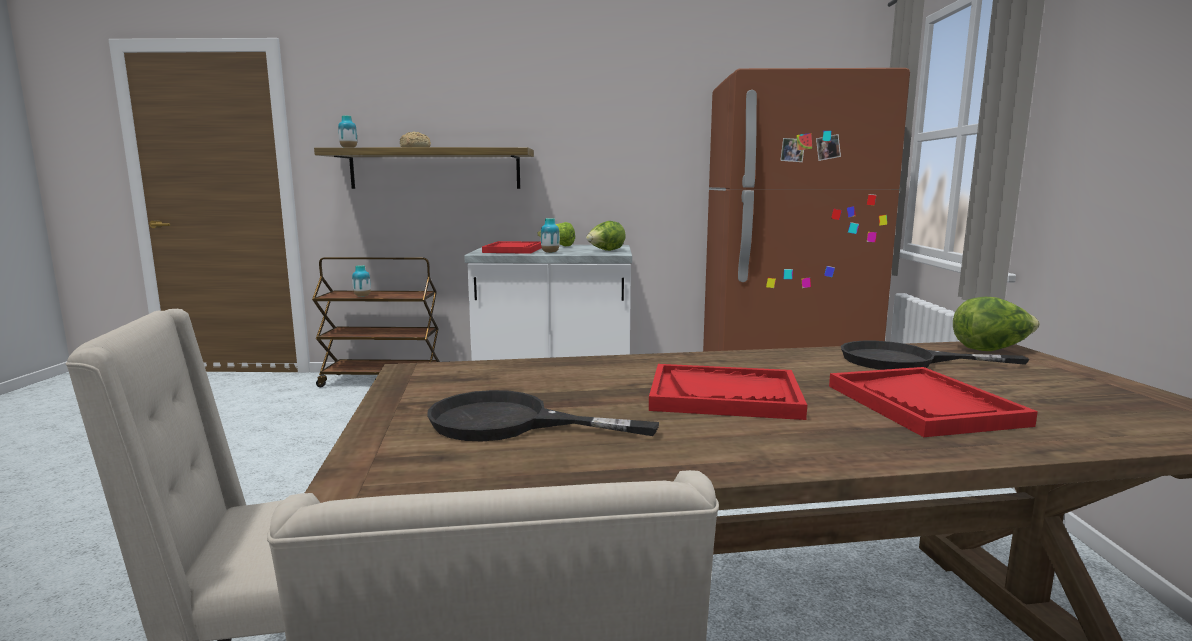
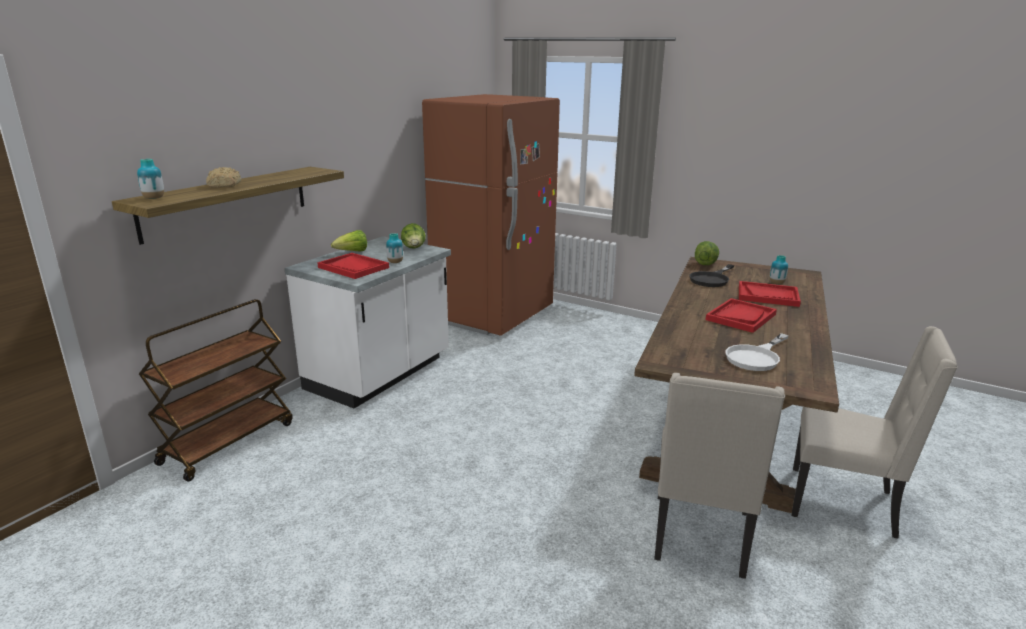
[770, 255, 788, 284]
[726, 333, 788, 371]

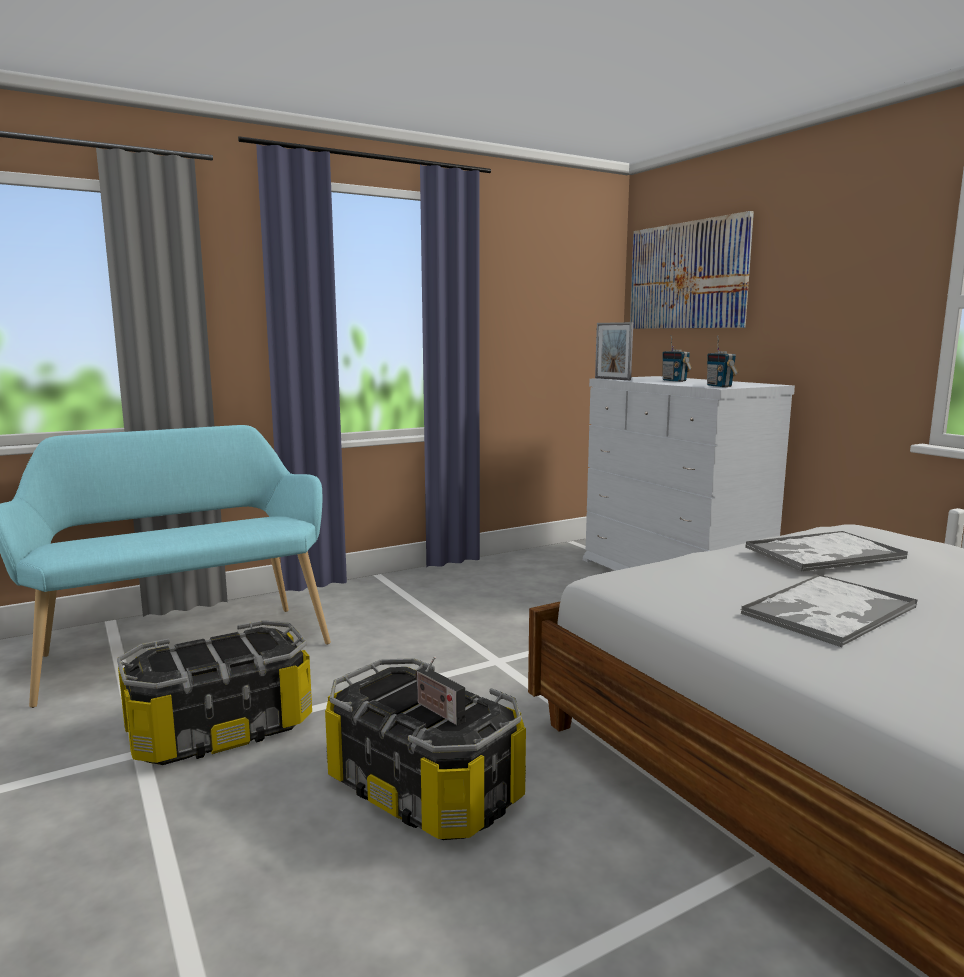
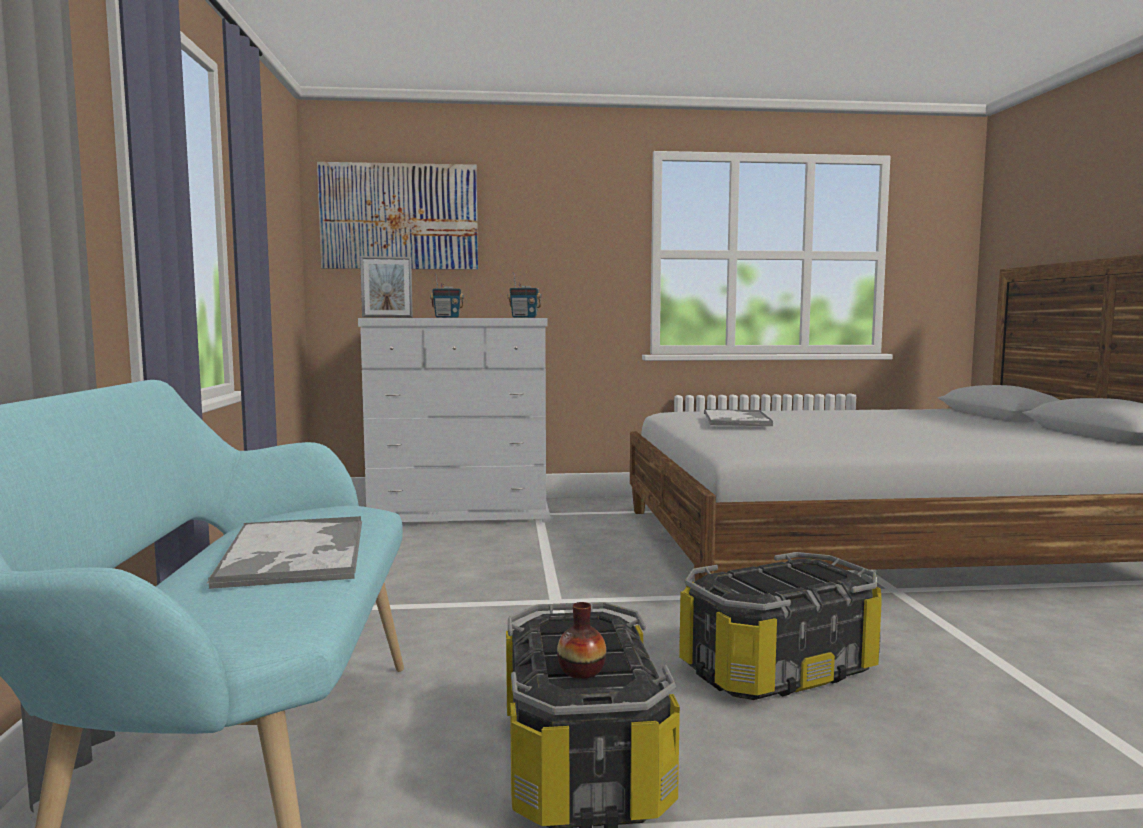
[415, 657, 465, 725] (first image)
[206, 516, 362, 589]
[557, 602, 606, 679]

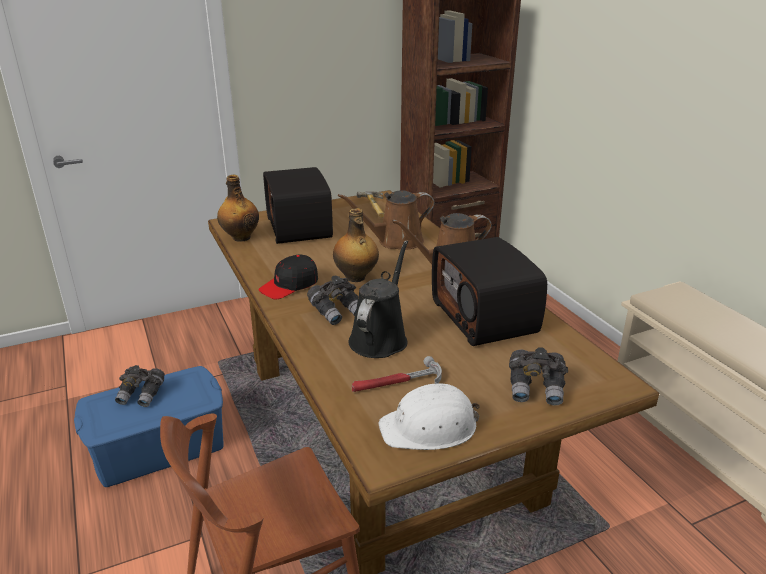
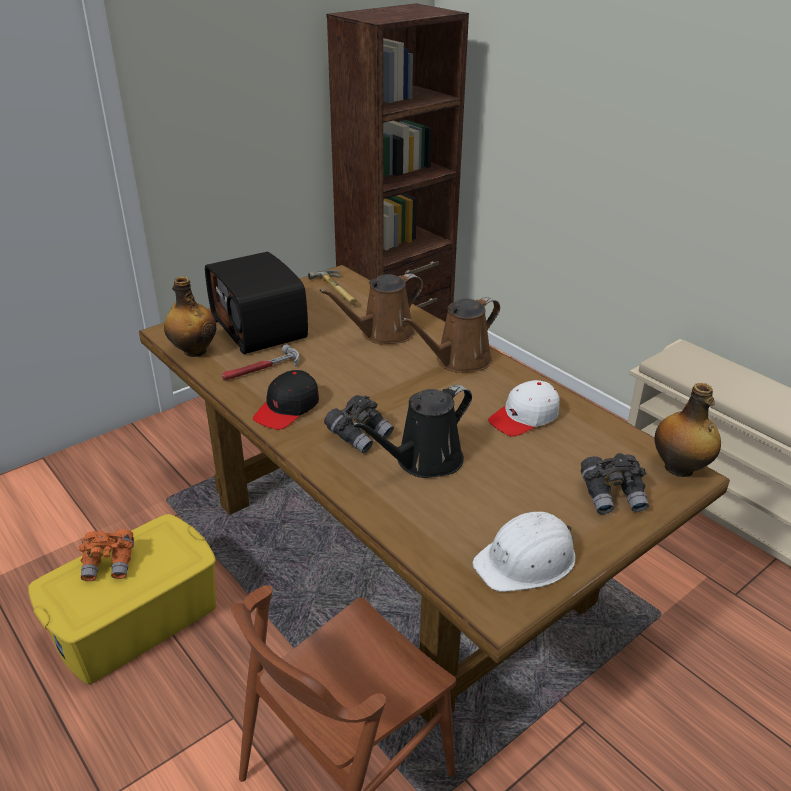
[28, 514, 216, 684]
[78, 529, 134, 581]
[654, 383, 721, 477]
[351, 385, 472, 478]
[222, 344, 299, 381]
[488, 380, 560, 437]

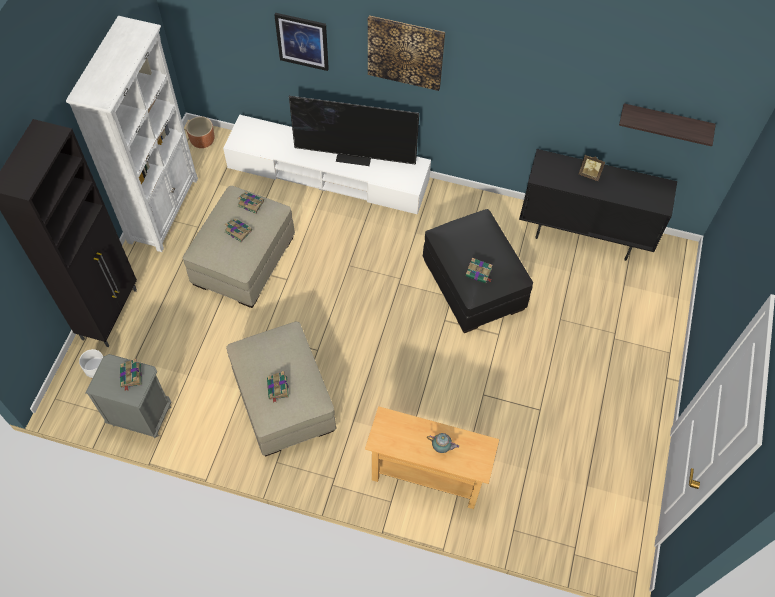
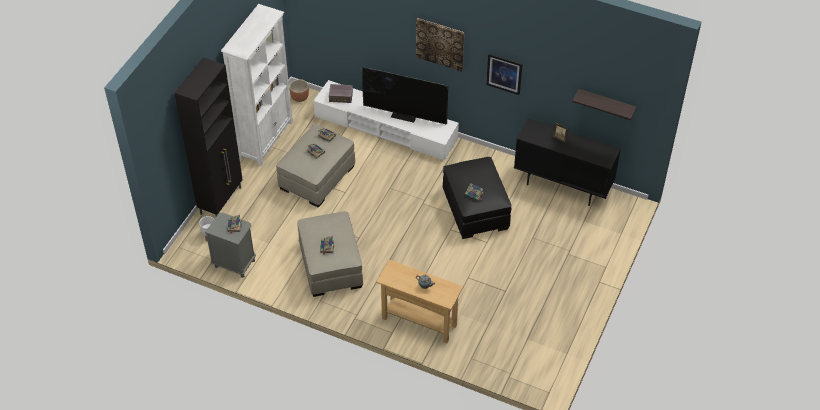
[486, 53, 523, 95]
[329, 84, 353, 103]

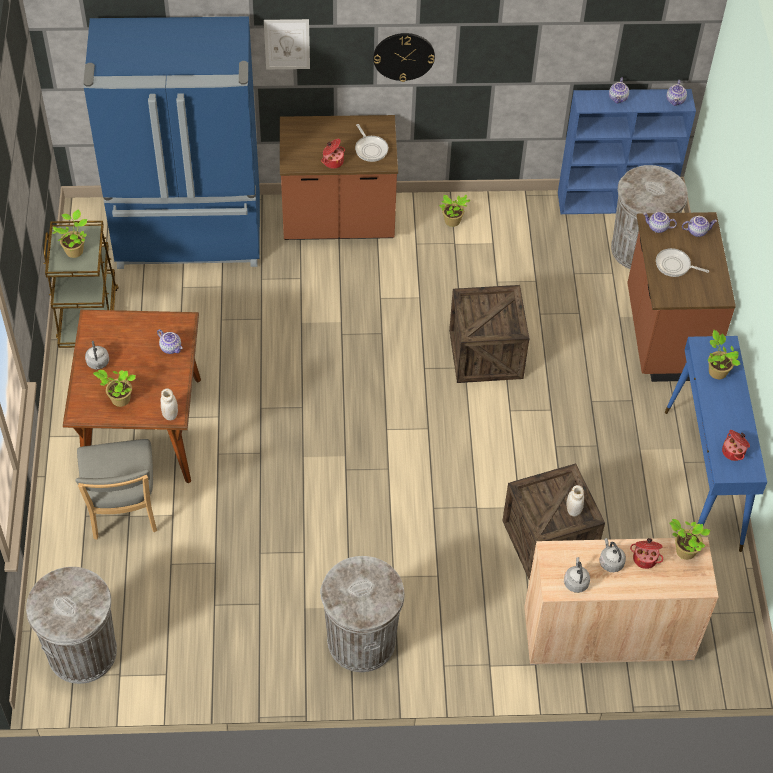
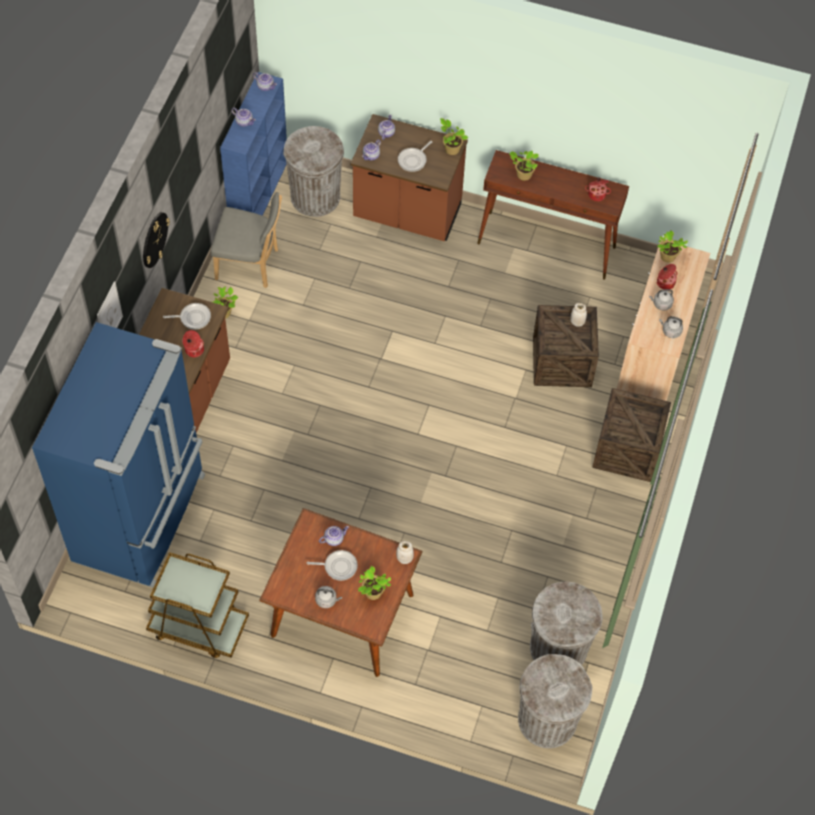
[440, 118, 469, 155]
[211, 192, 282, 288]
[530, 582, 603, 665]
[592, 388, 671, 482]
[477, 150, 629, 280]
[307, 550, 358, 581]

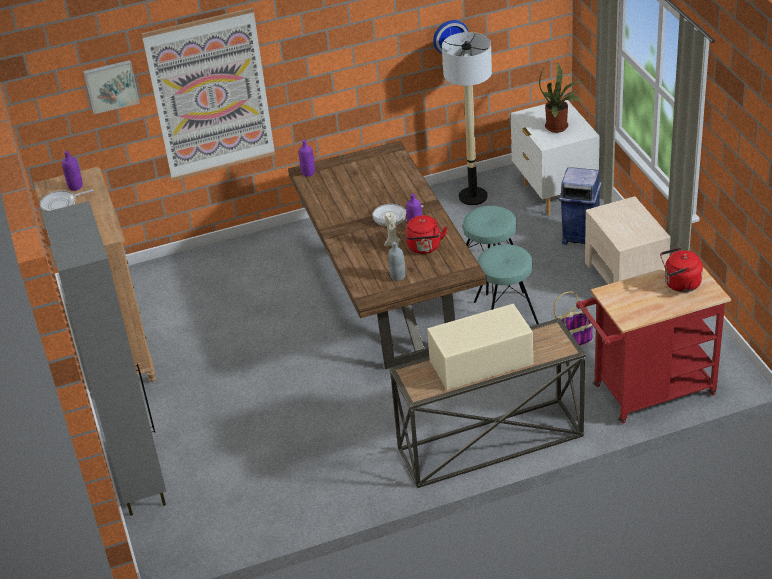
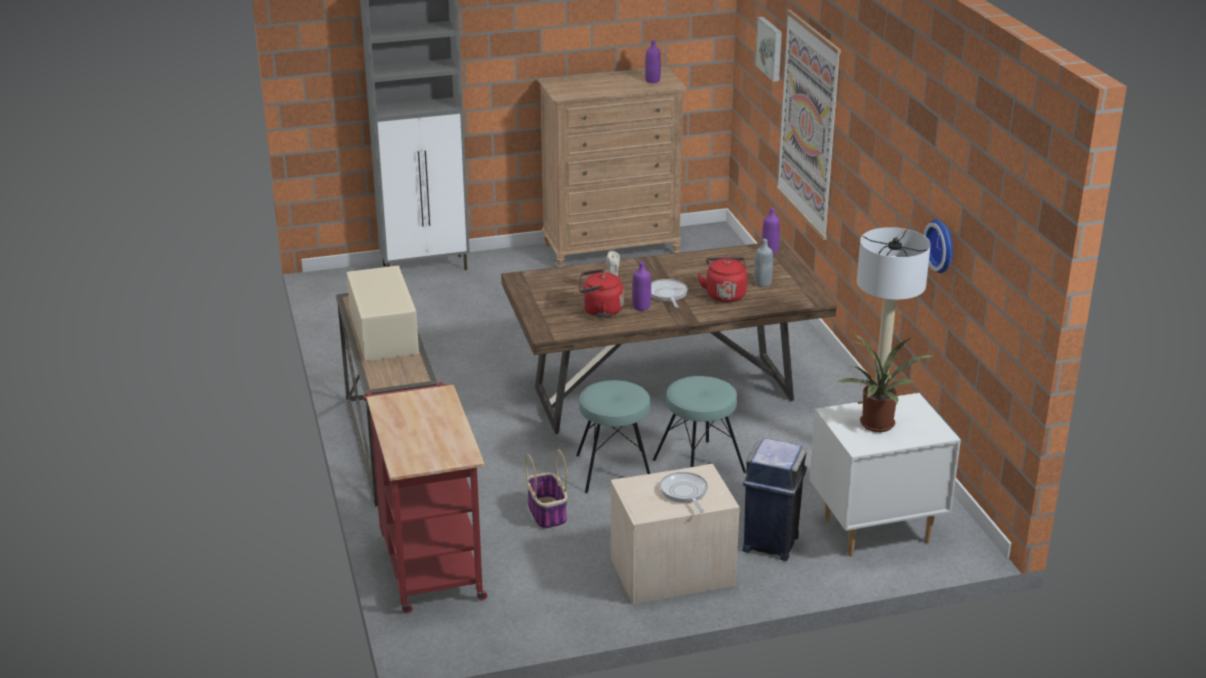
[660, 472, 708, 513]
[754, 239, 773, 287]
[698, 257, 747, 302]

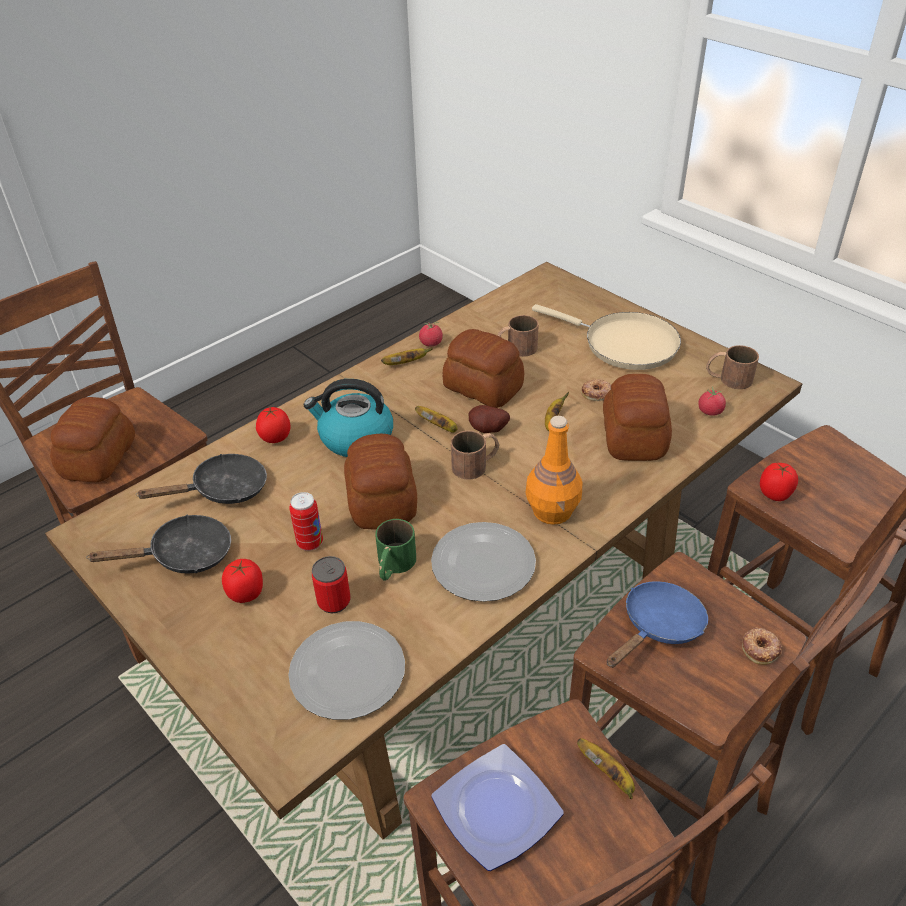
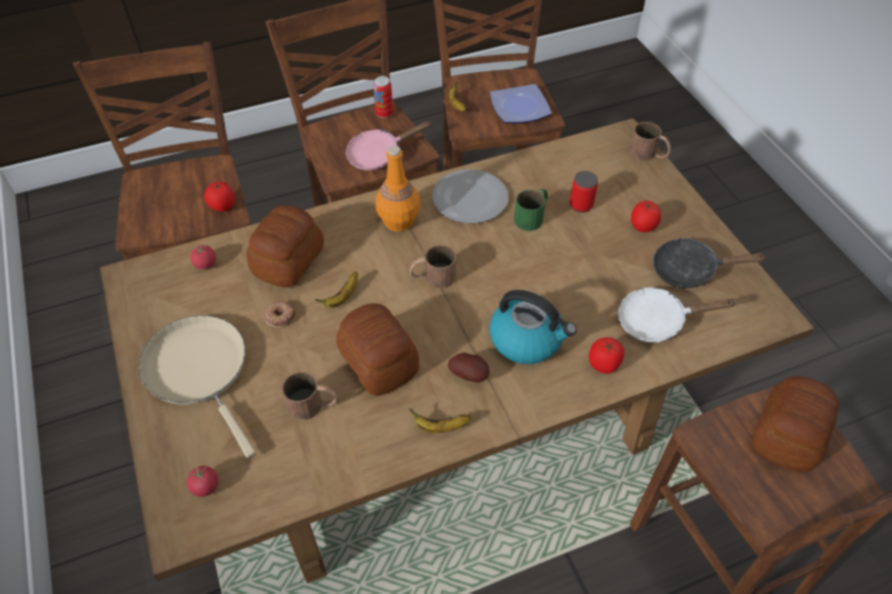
[618, 287, 736, 343]
[288, 621, 405, 720] (first image)
[373, 76, 393, 118]
[344, 434, 417, 530] (first image)
[415, 406, 458, 433] (first image)
[186, 466, 219, 497]
[448, 353, 489, 382]
[345, 121, 432, 171]
[629, 122, 671, 160]
[742, 627, 782, 665] (first image)

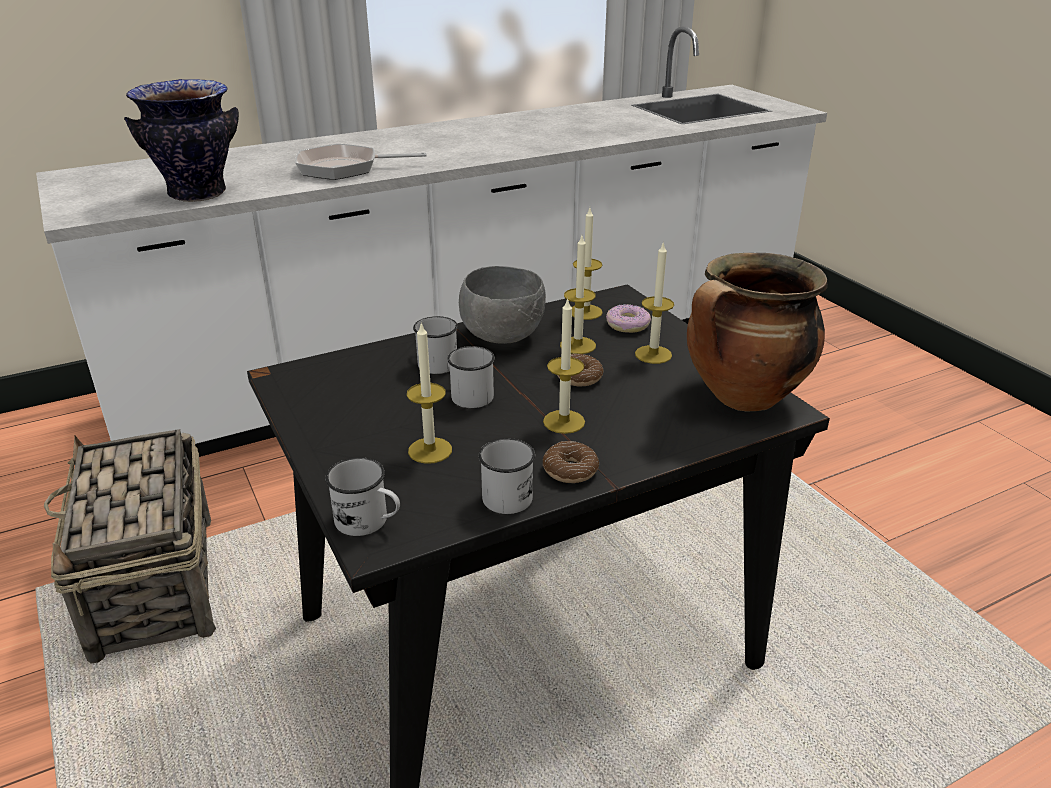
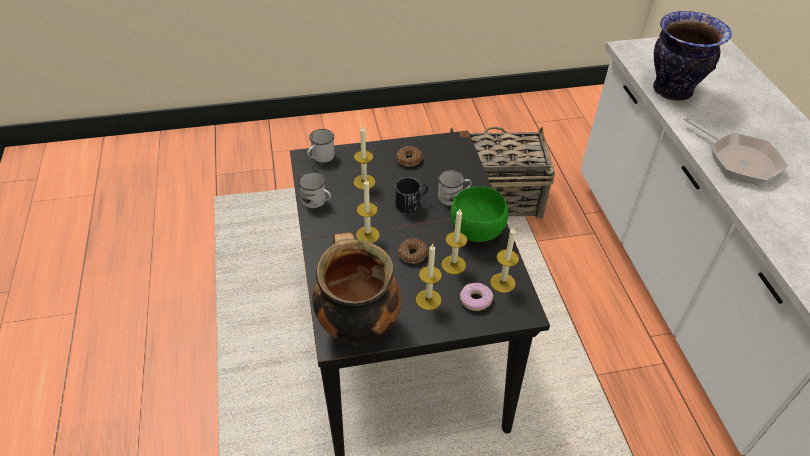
[684, 117, 788, 185]
[395, 177, 428, 213]
[450, 186, 509, 242]
[396, 146, 422, 167]

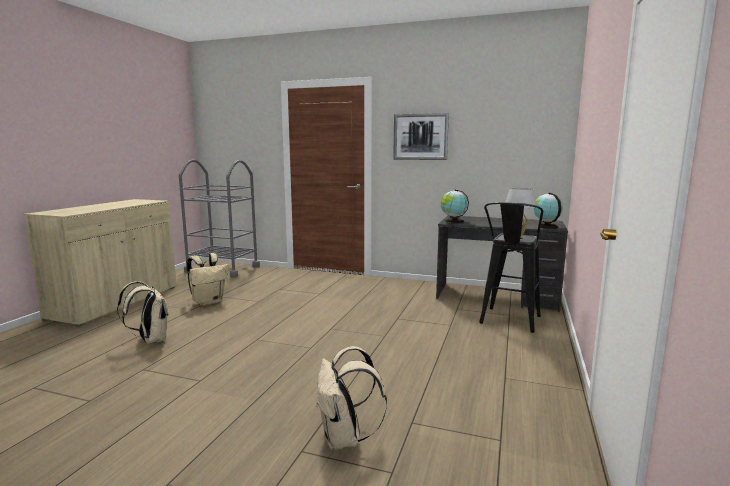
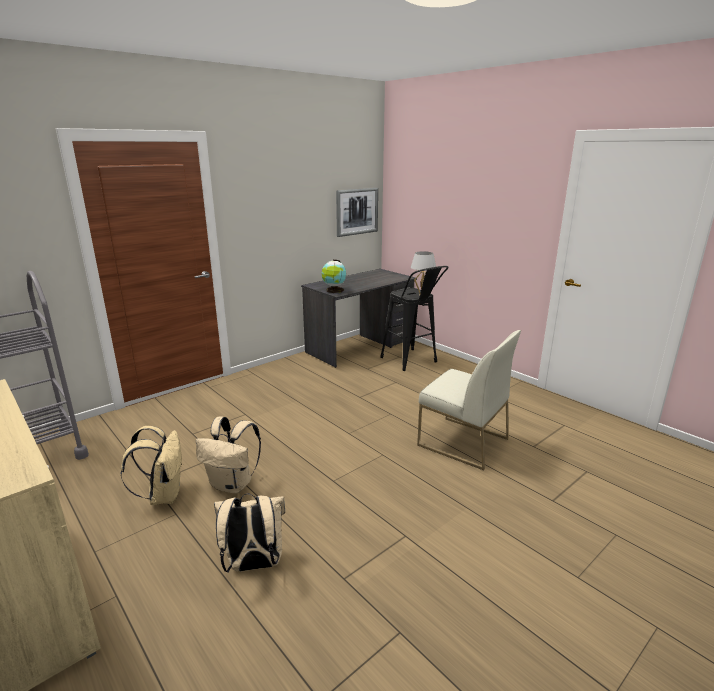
[196, 416, 261, 493]
[336, 188, 378, 237]
[534, 193, 563, 229] (first image)
[417, 330, 521, 470]

